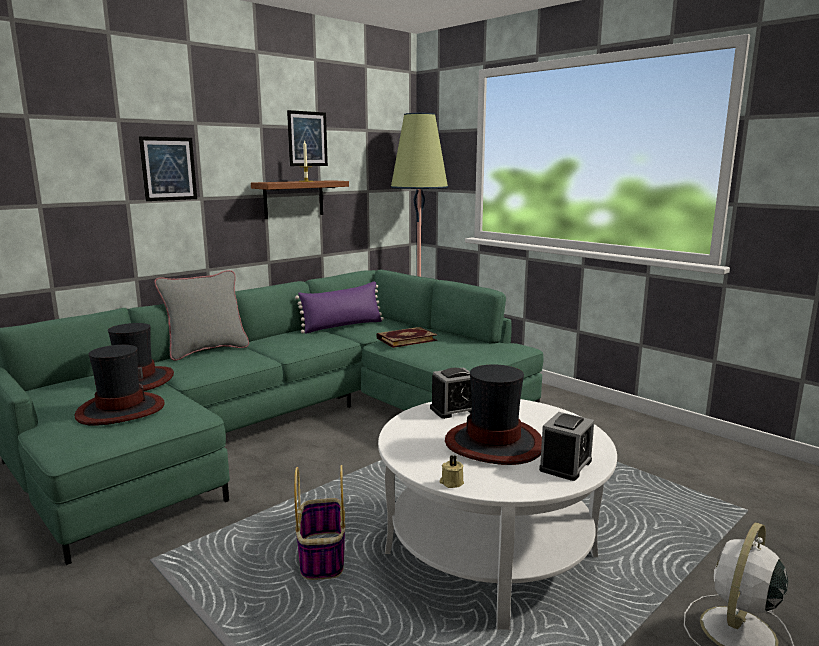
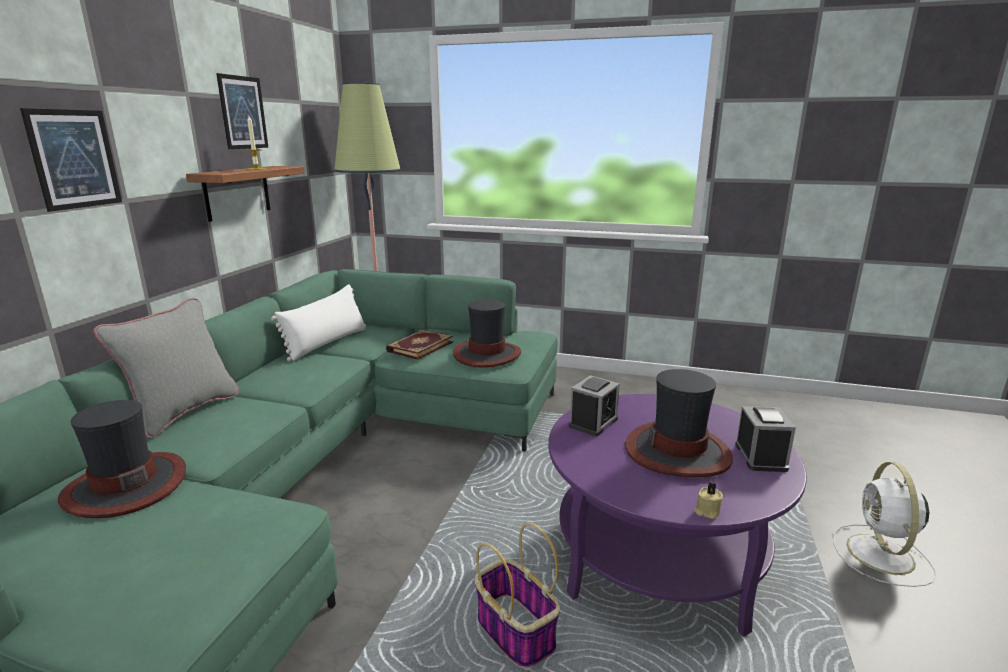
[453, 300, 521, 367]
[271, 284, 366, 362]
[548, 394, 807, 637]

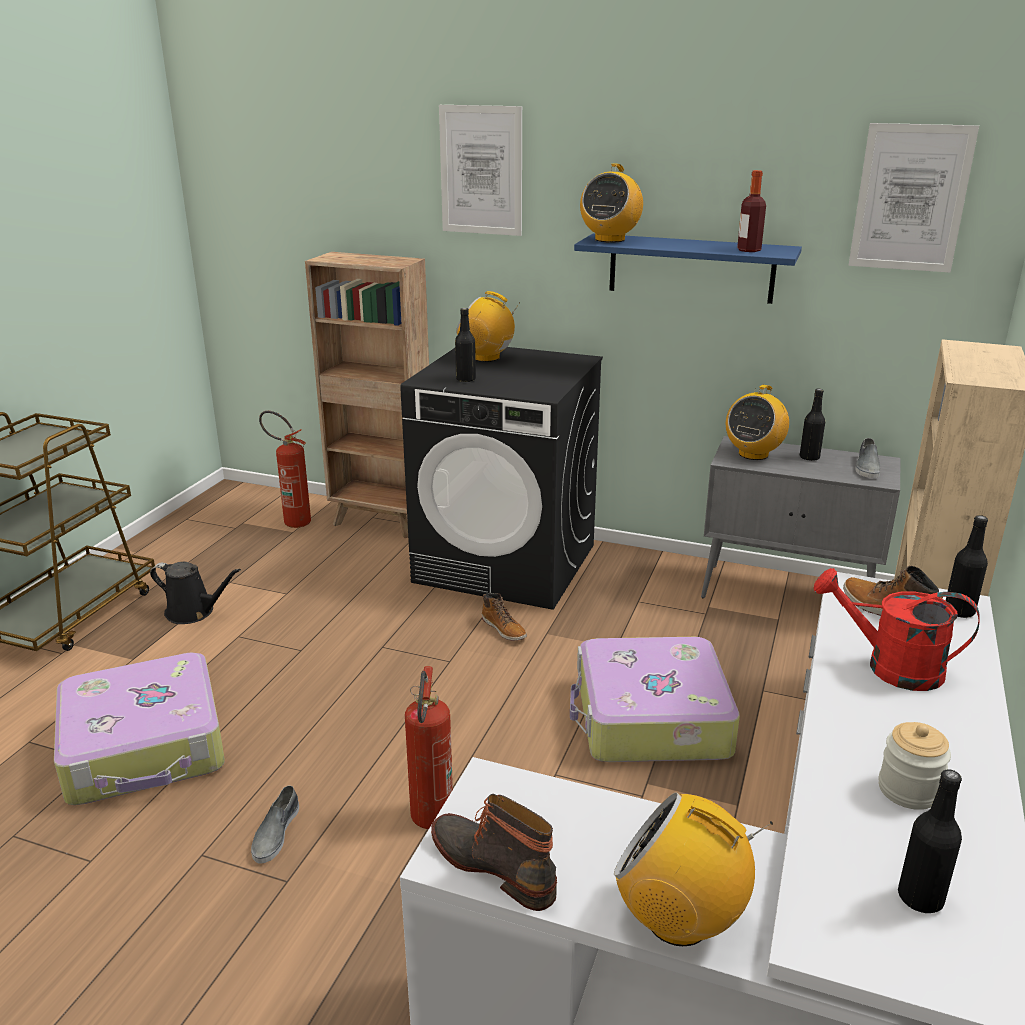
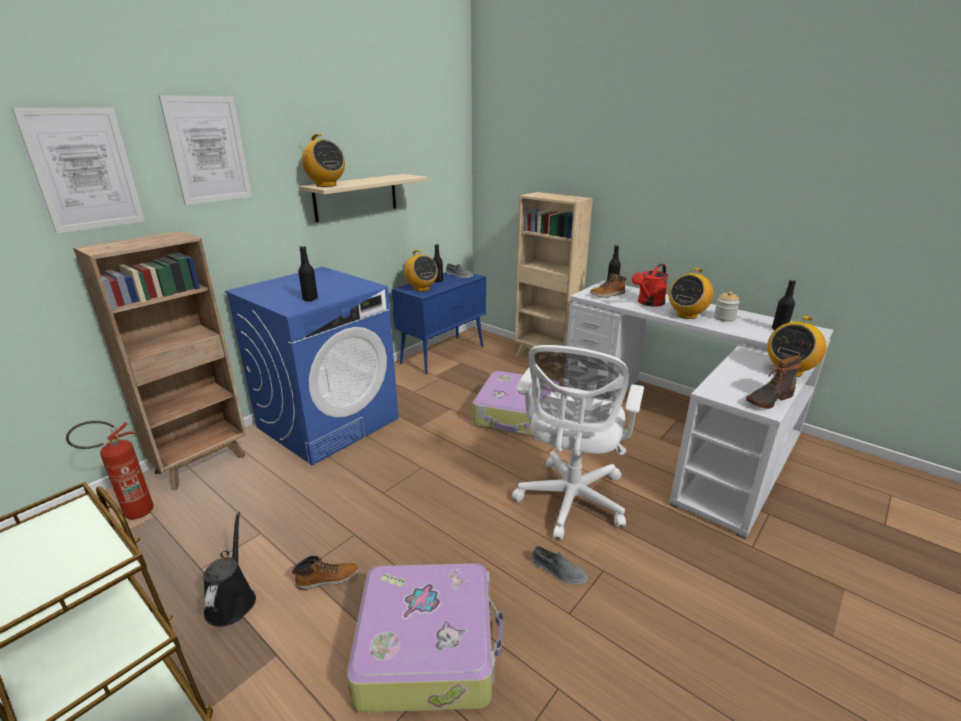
[203, 512, 256, 627]
[225, 267, 399, 465]
[512, 345, 644, 540]
[669, 268, 714, 319]
[292, 556, 359, 590]
[299, 174, 428, 222]
[392, 272, 486, 375]
[737, 170, 766, 252] (first image)
[12, 108, 145, 234]

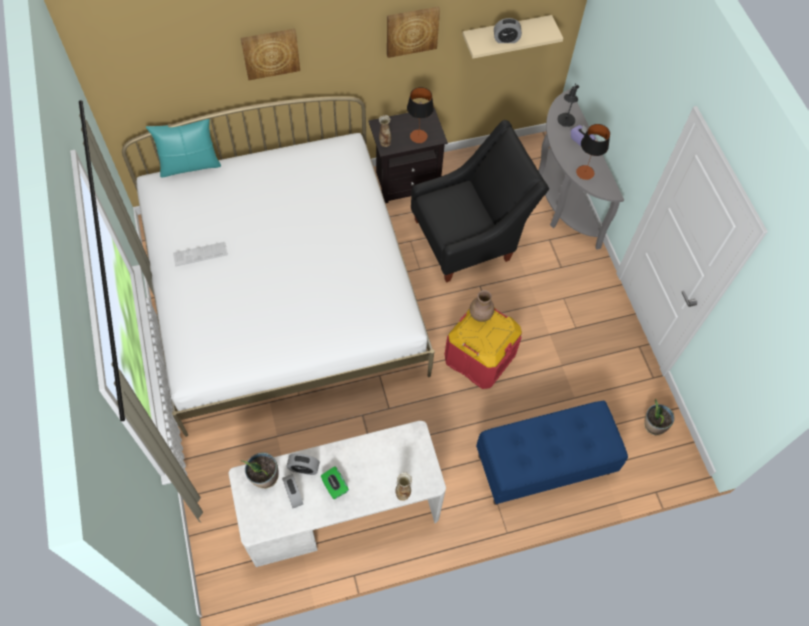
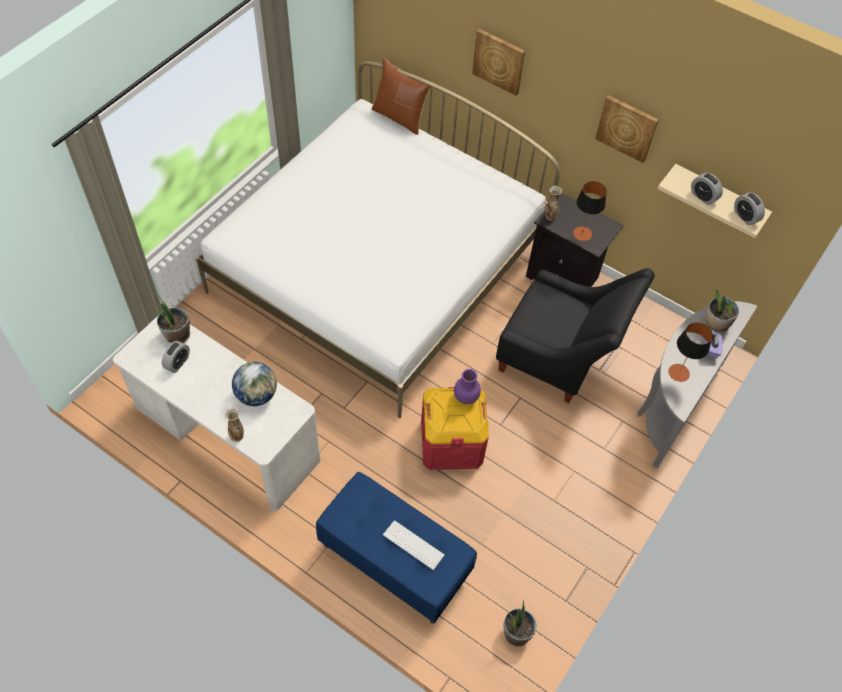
[372, 58, 430, 135]
[383, 520, 444, 570]
[734, 192, 765, 225]
[321, 466, 349, 499] (first image)
[454, 369, 481, 404]
[706, 290, 739, 333]
[232, 362, 277, 406]

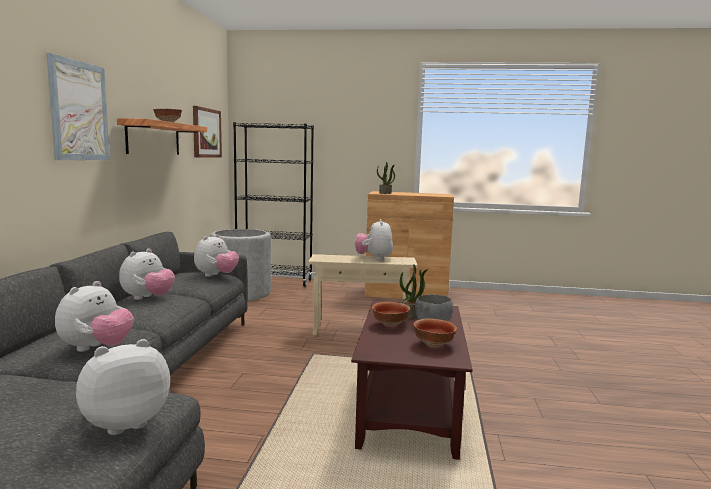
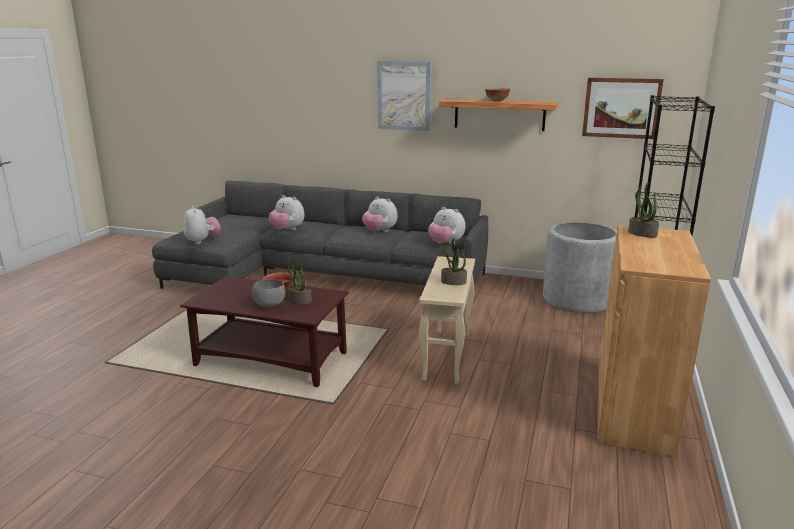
[441, 238, 467, 285]
[413, 318, 457, 347] (first image)

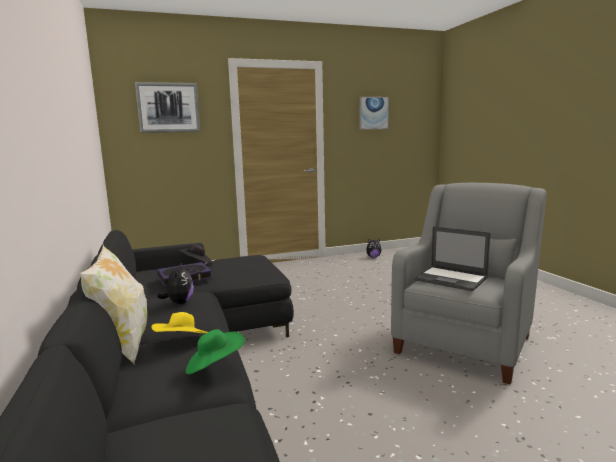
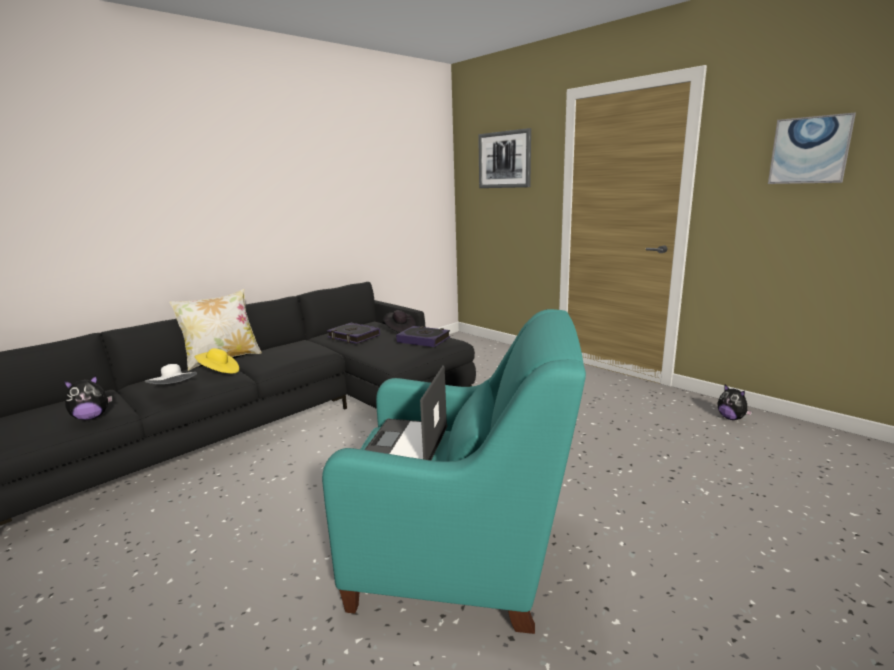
[64, 375, 112, 420]
[145, 364, 197, 384]
[322, 309, 586, 634]
[396, 326, 450, 347]

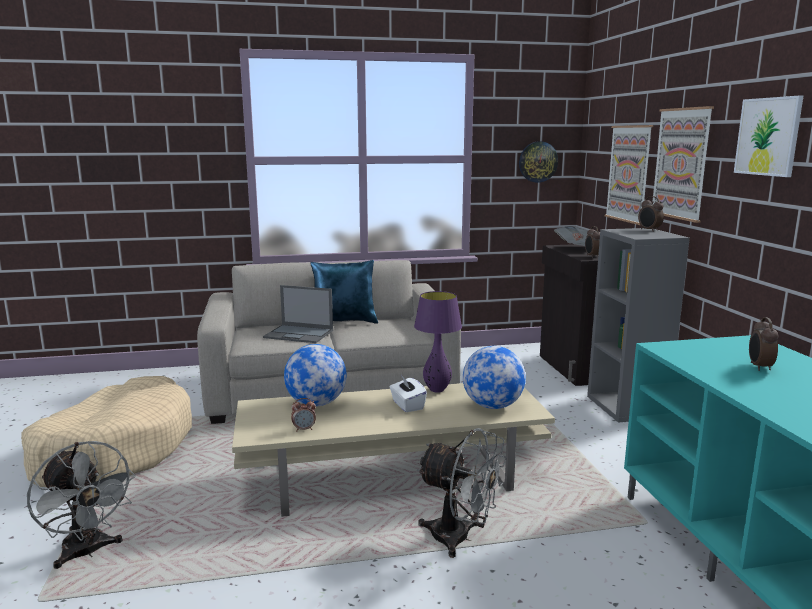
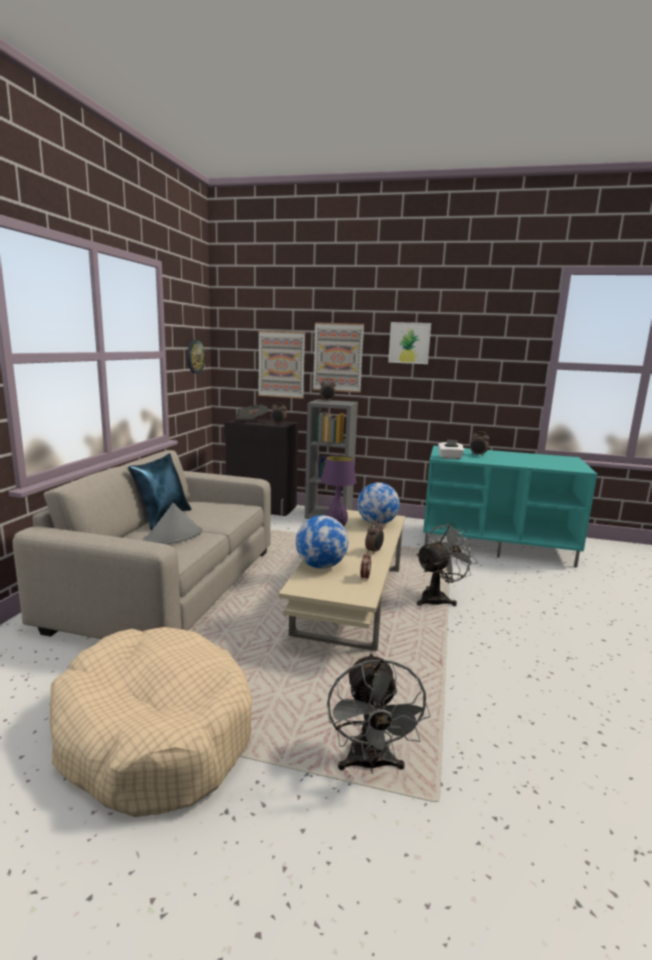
[327, 653, 431, 774]
[143, 503, 202, 545]
[438, 439, 464, 459]
[365, 520, 384, 554]

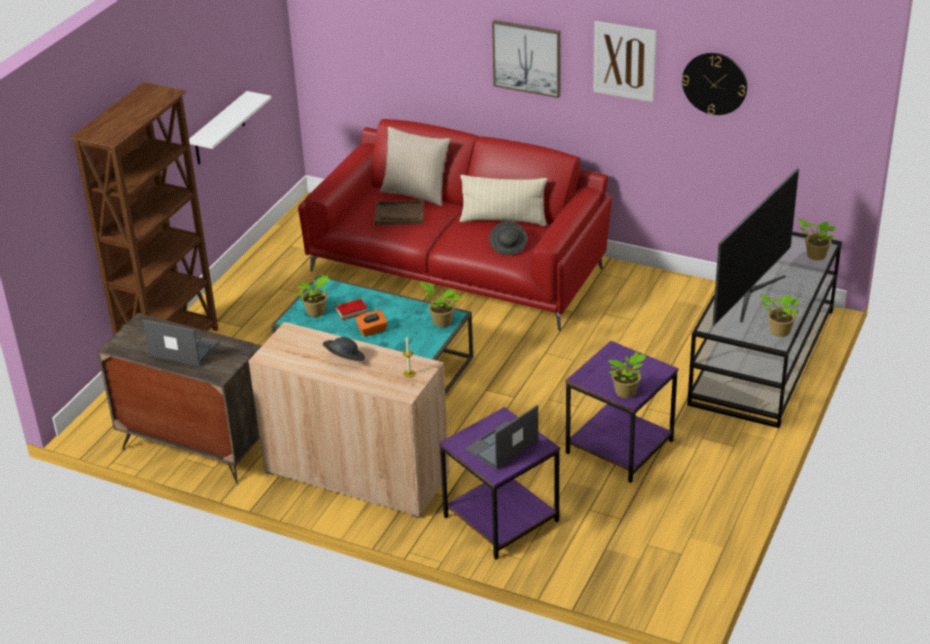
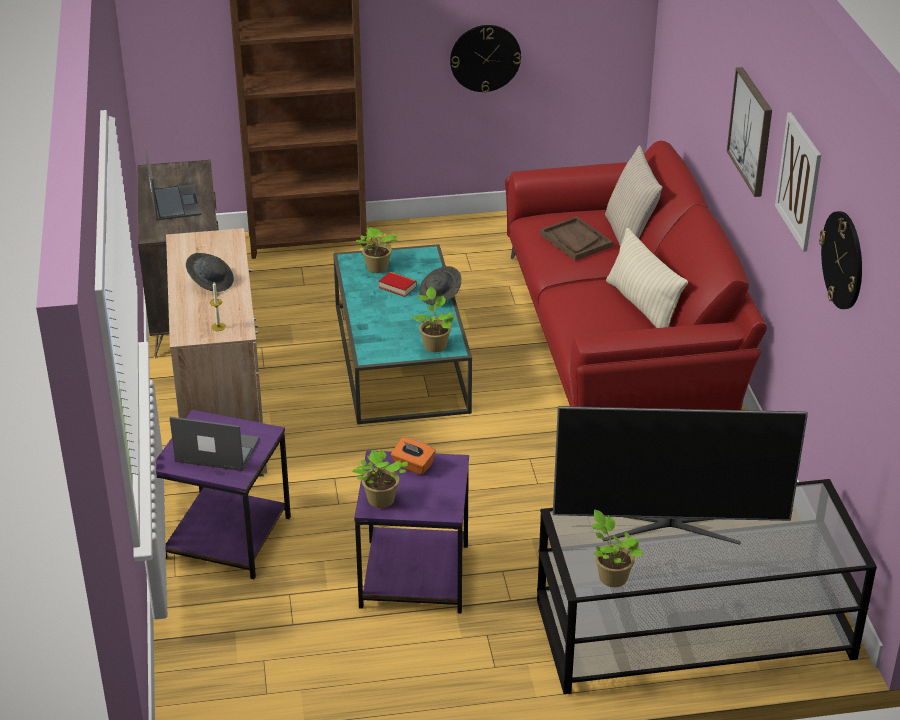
[450, 25, 521, 93]
[391, 437, 436, 475]
[419, 266, 461, 305]
[798, 218, 836, 261] (first image)

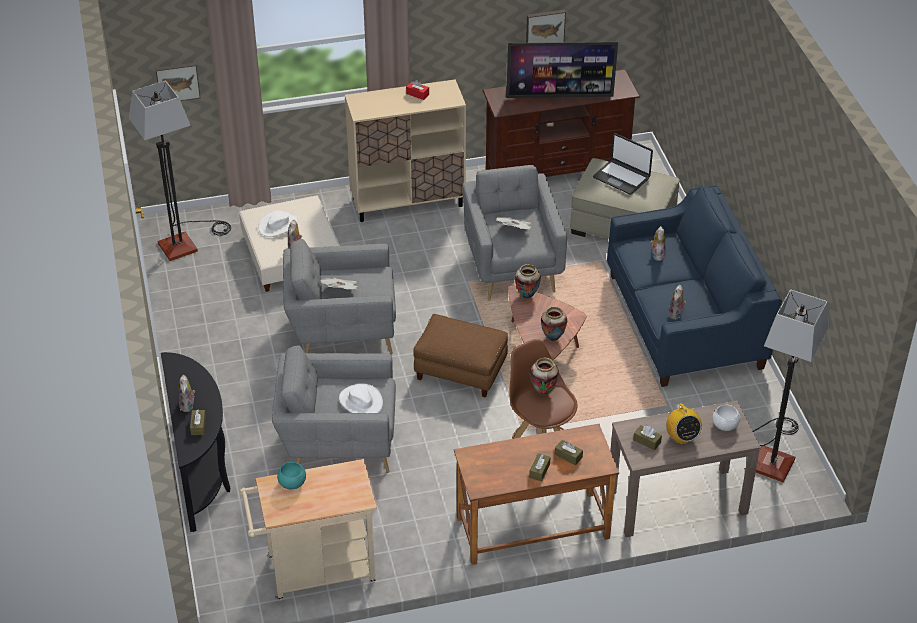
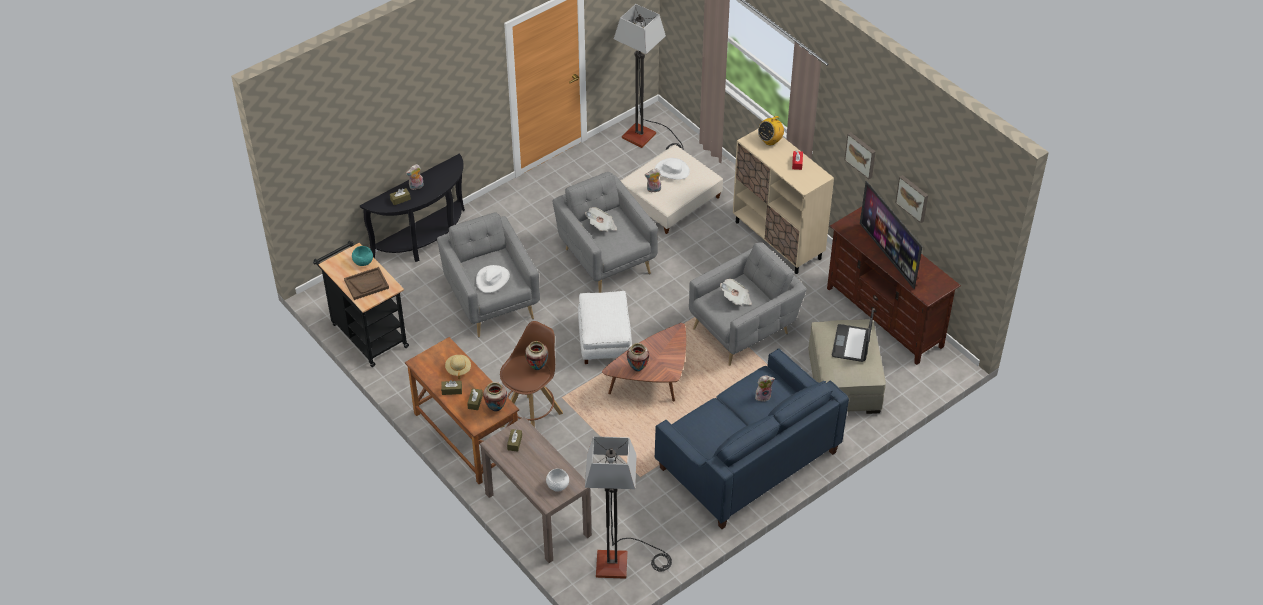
[844, 132, 876, 179]
[313, 241, 409, 367]
[578, 291, 632, 364]
[483, 382, 507, 412]
[758, 116, 784, 145]
[668, 285, 686, 320] (first image)
[344, 267, 389, 300]
[445, 355, 471, 379]

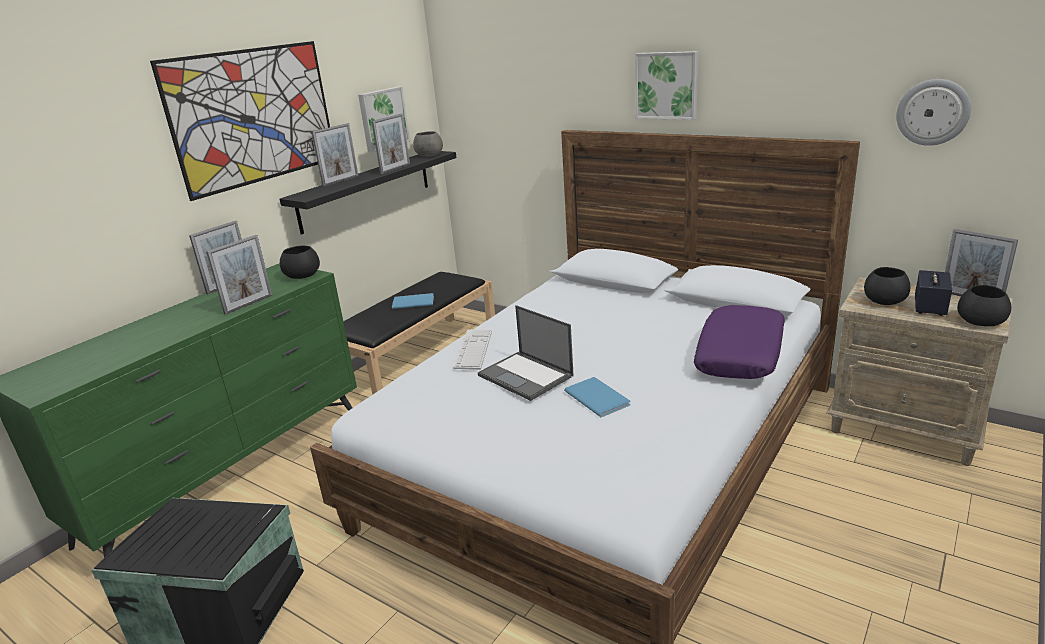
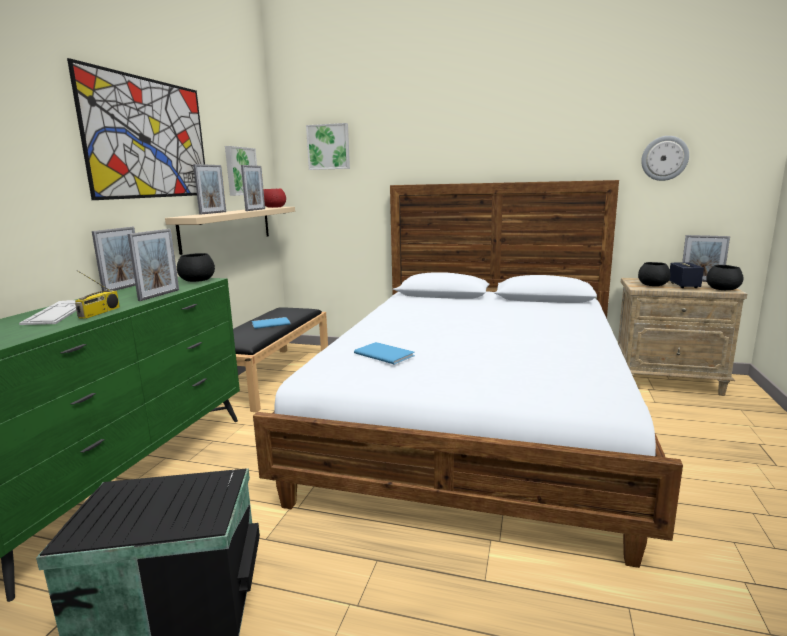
[165, 207, 295, 255]
[264, 188, 286, 208]
[19, 300, 76, 325]
[478, 305, 574, 401] (first image)
[354, 342, 415, 365]
[306, 123, 350, 170]
[694, 305, 785, 379] (first image)
[75, 270, 120, 319]

